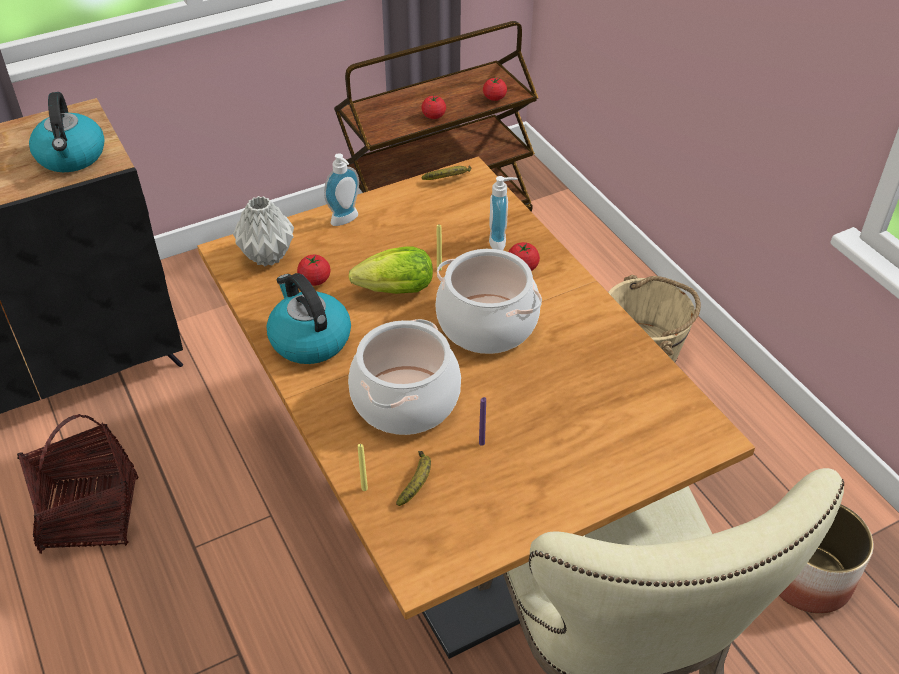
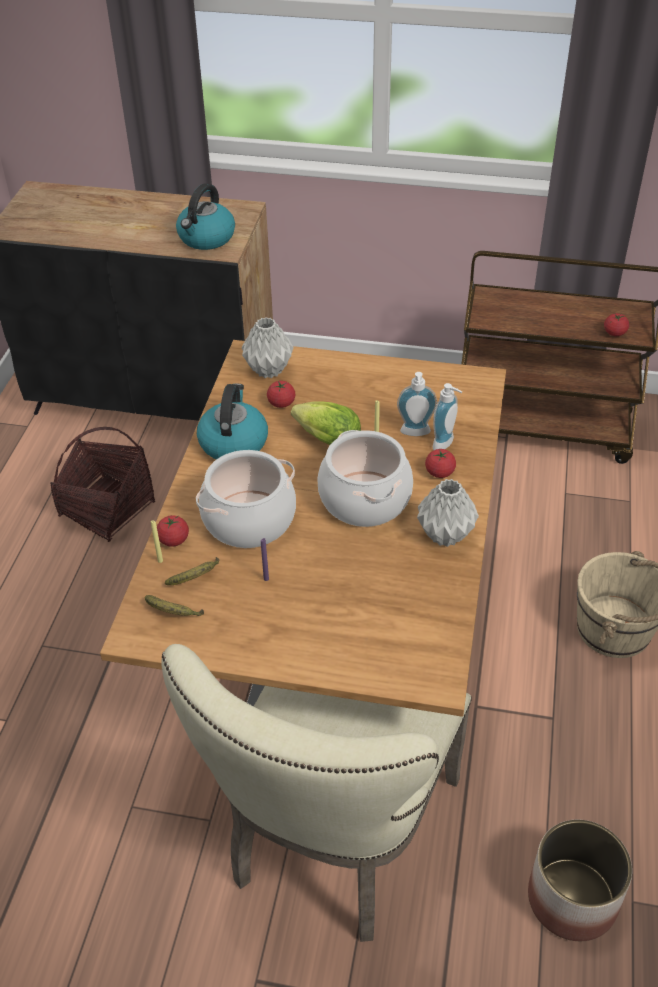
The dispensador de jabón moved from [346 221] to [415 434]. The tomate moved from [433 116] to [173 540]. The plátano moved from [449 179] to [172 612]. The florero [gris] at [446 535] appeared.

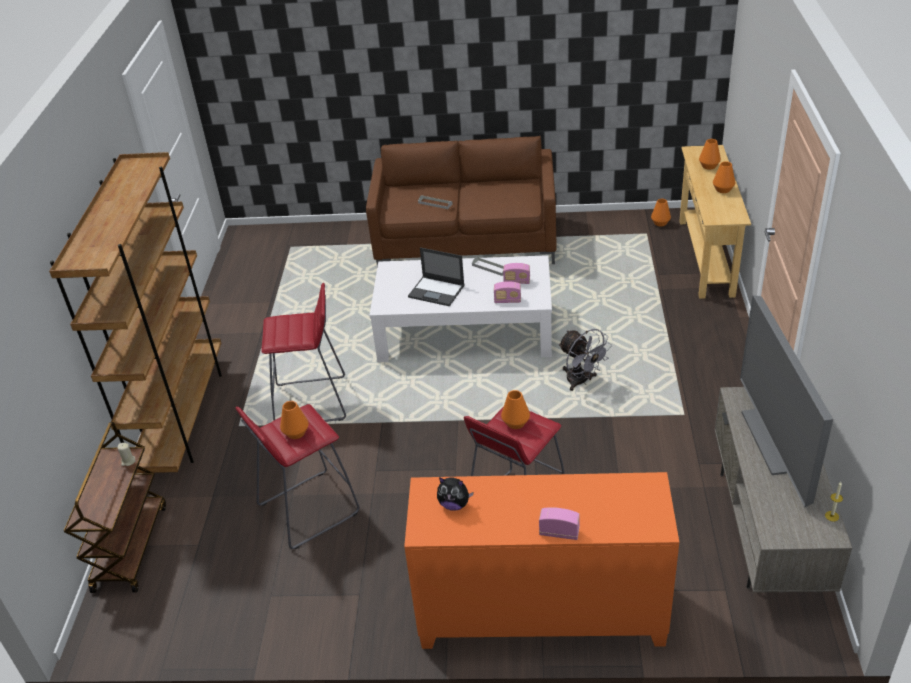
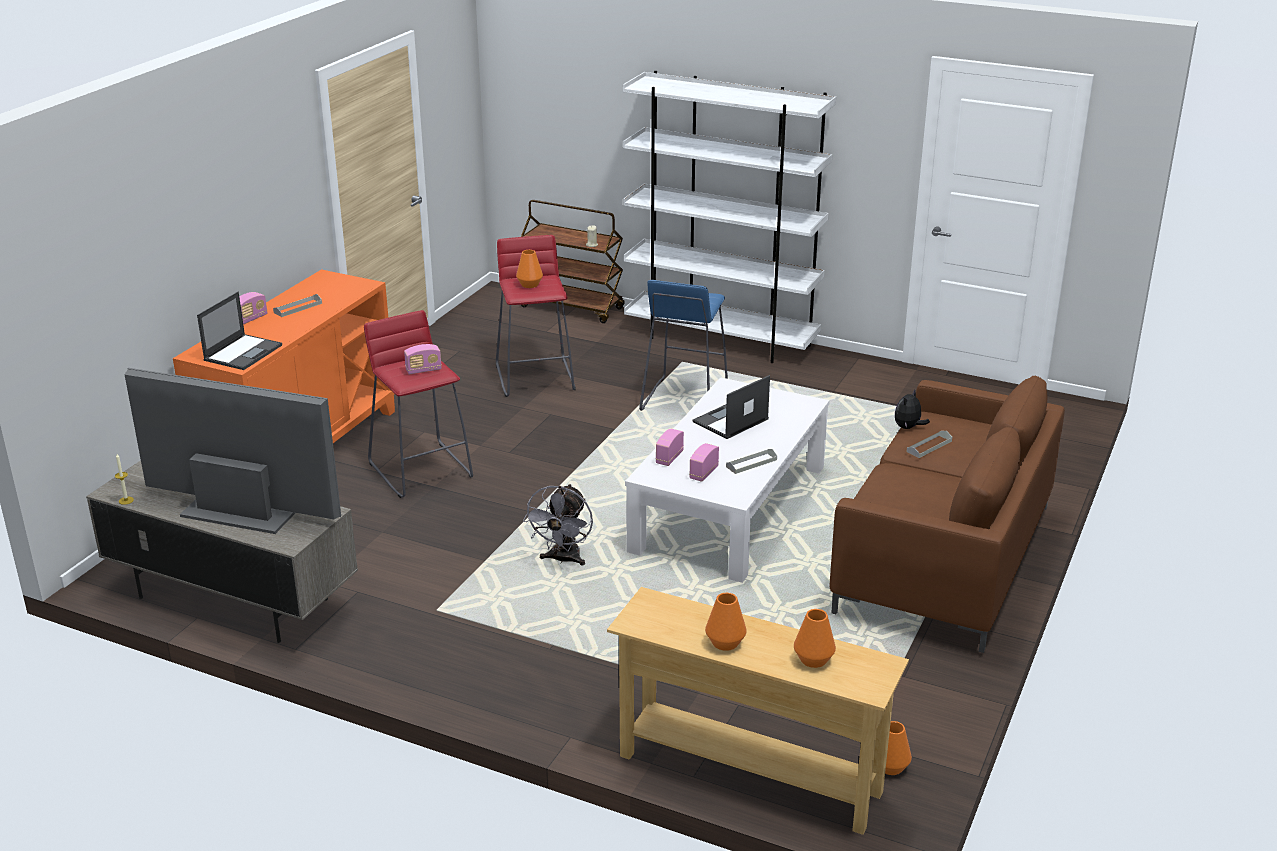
The estantería [marrón] at [182 417] became the estantería [blanco] at [721 340]. The taburete [rojo] at [312 402] became the taburete [azul] at [684 400]. The peluche moved from [454 504] to [908 428]. The florero [naranja] at [515 423] was replaced by the radio at [423 370]. The ventilador [gris] at [581 382] turned 60 degrees counterclockwise. The portátil at [243 352] appeared. The bandeja [gris] at [298 308] appeared.

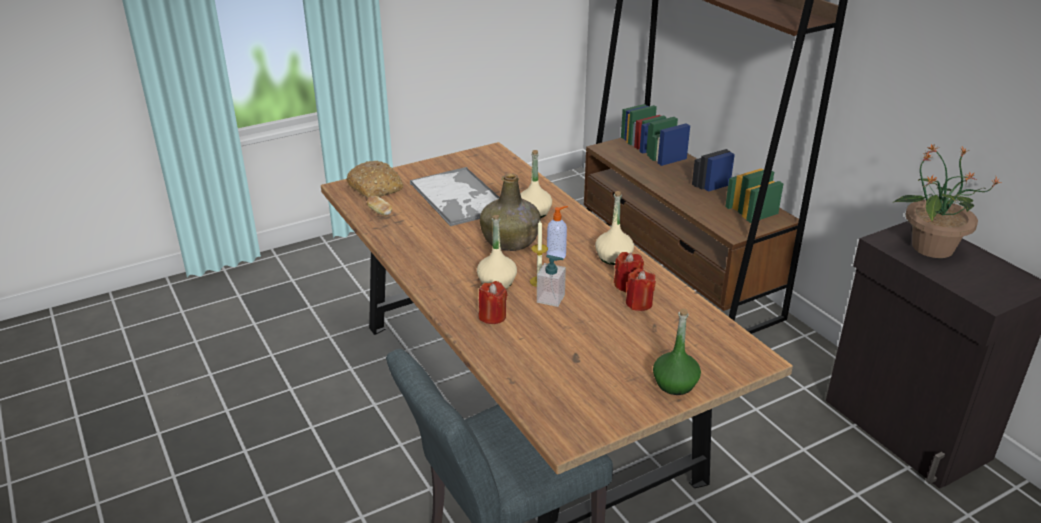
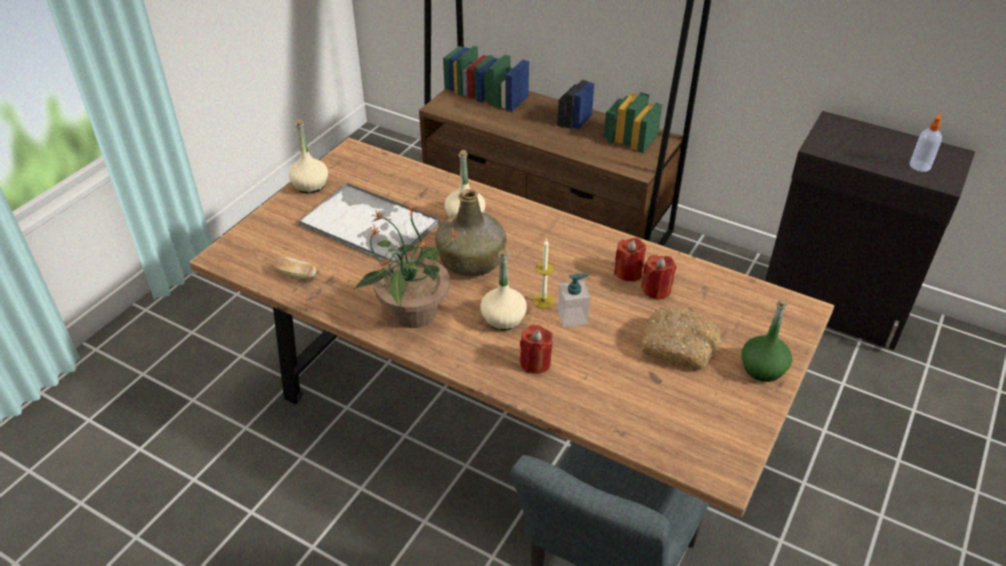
The pan moved from [376 188] to [679 345]. The dispensador de jabón moved from [557 255] to [920 165]. The botella [beis] moved from [614 257] to [310 185]. The planta en maceta moved from [931 247] to [413 313].

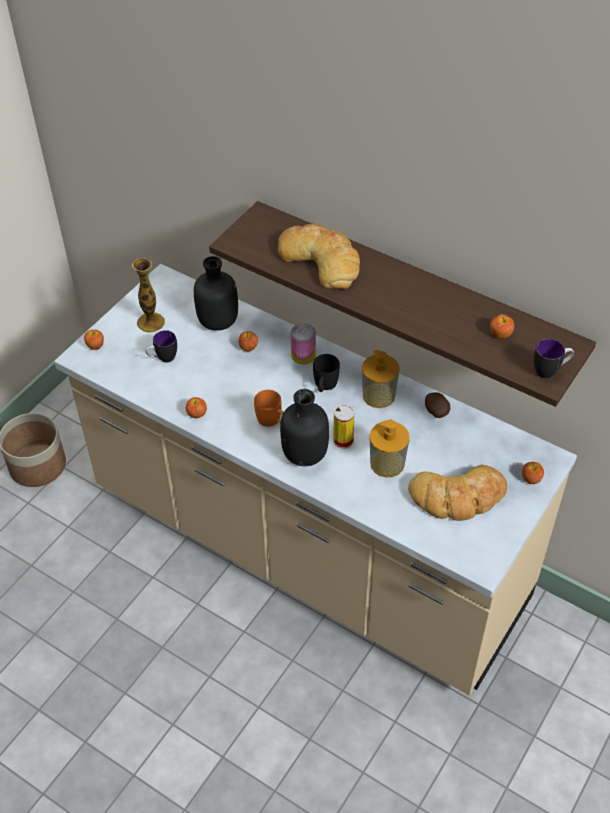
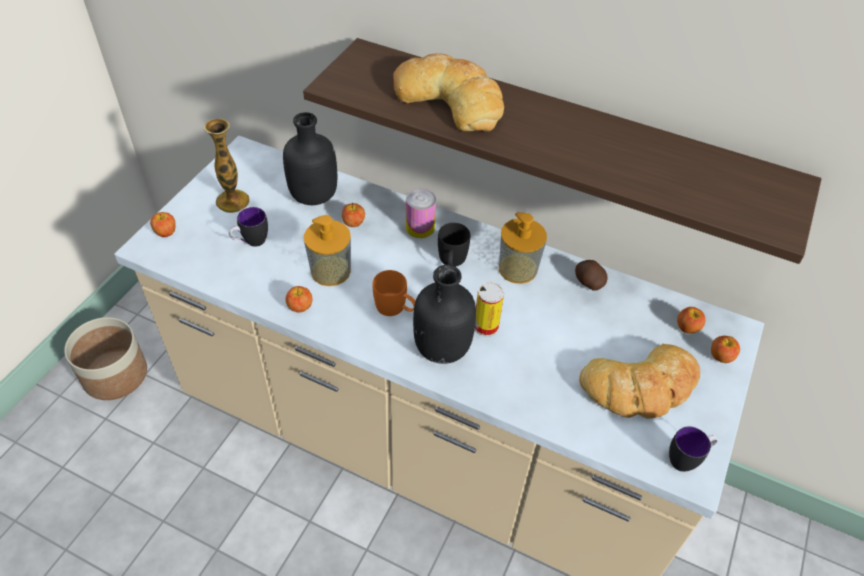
The dispensador de jabón moved from [387 463] to [330 271]. The manzana moved from [500 334] to [687 327]. The taza grande moved from [550 371] to [687 459].

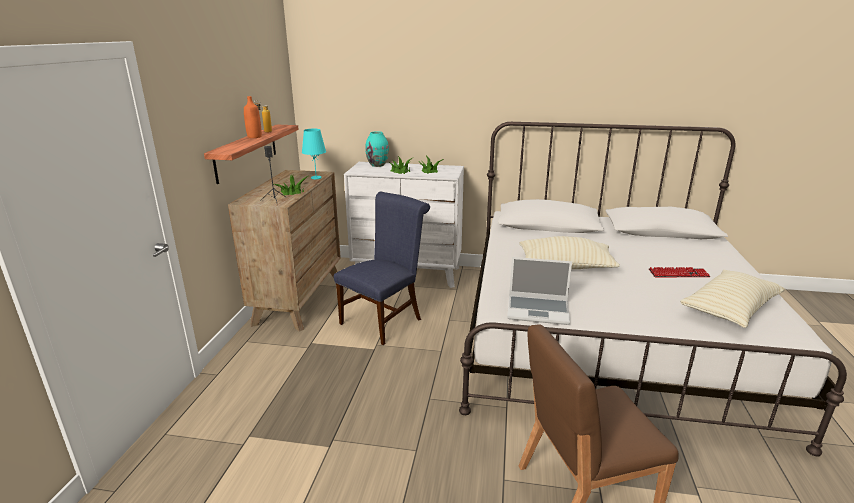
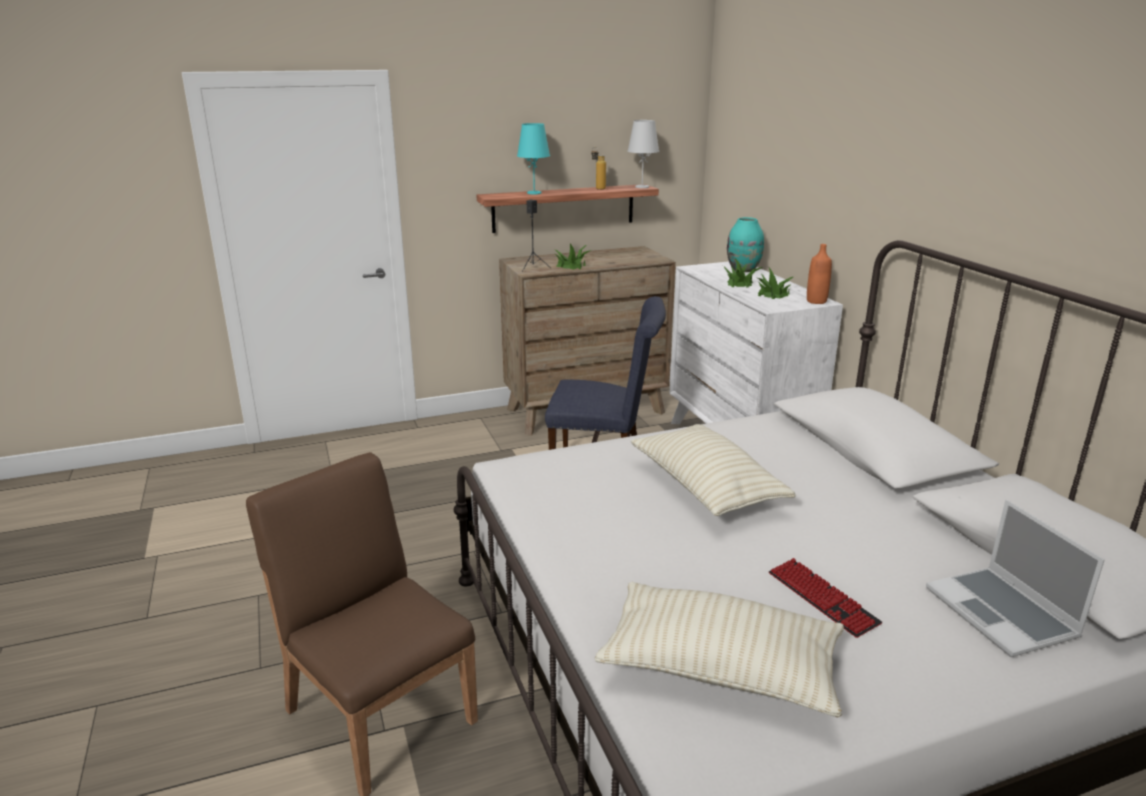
The botella [naranja] moved from [254 137] to [816 301]. The lámpara de mesa [turquesa] moved from [316 178] to [534 193]. The portátil moved from [538 310] to [1003 614]. The lámpara de mesa [blanco] at [641 187] appeared.

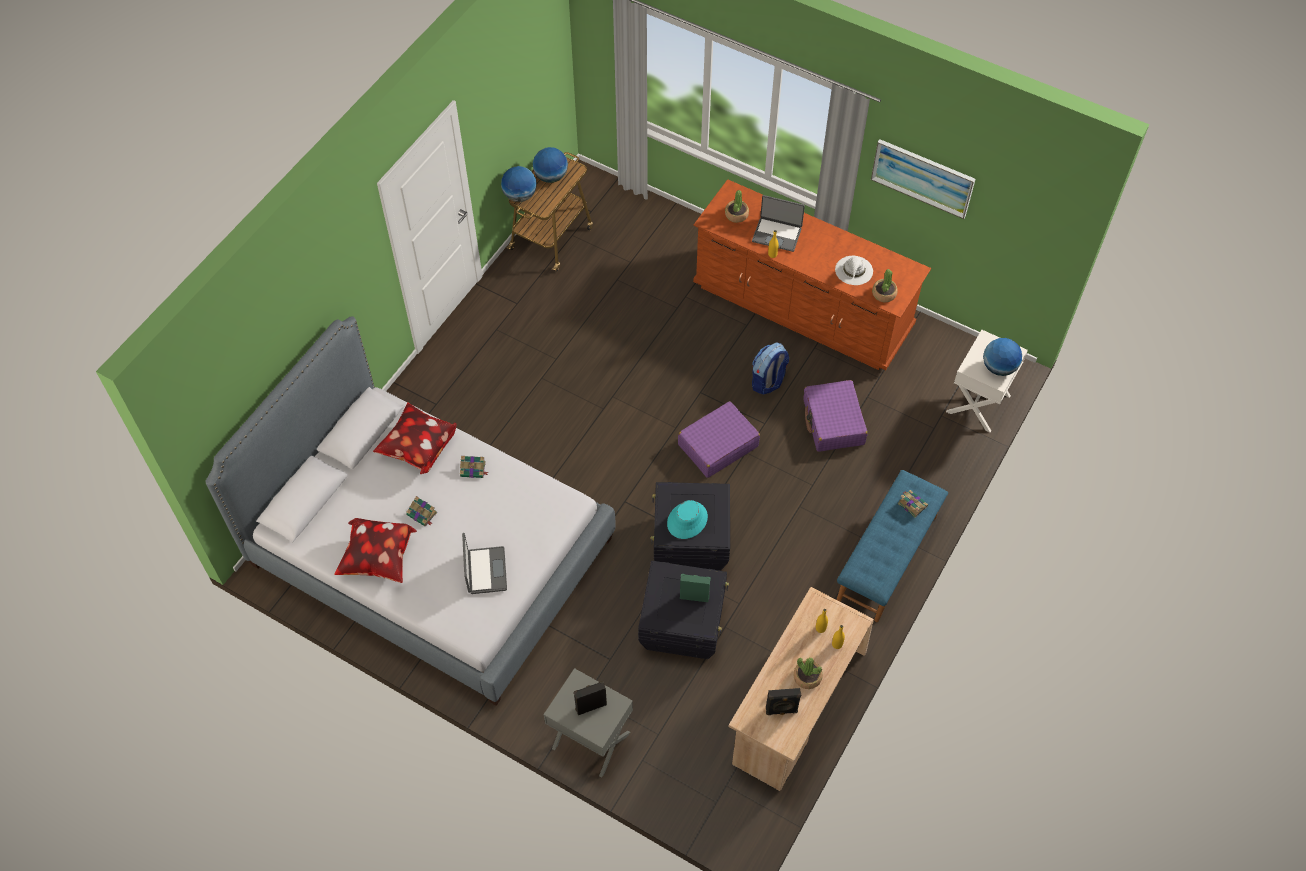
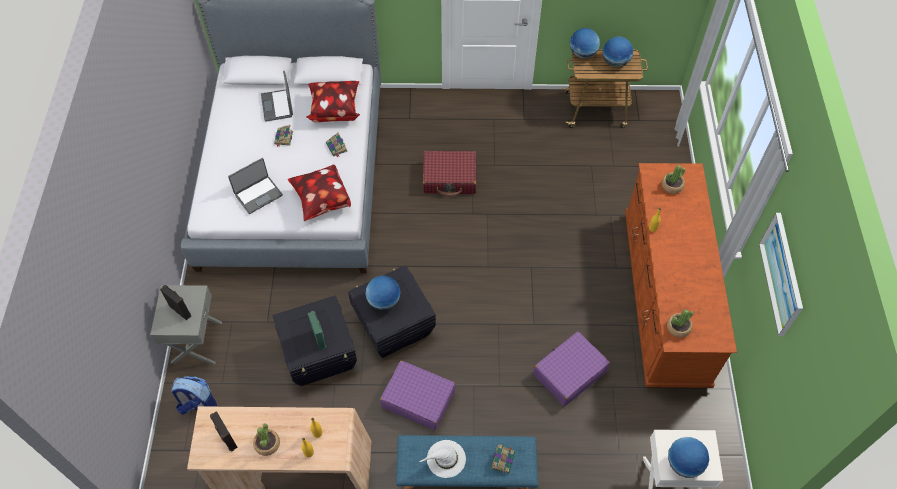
The cojín moved from [379 561] to [321 202]. The sombrero [turquesa] at [687 520] was replaced by the globo terráqueo at [384 301]. The maleta [morado] moved from [717 445] to [418 399]. The portátil moved from [777 234] to [278 106]. The mochila moved from [768 381] to [198 405]. The sombrero [blanco] moved from [854 271] to [445 459]. The maleta [rojo] at [449 178] appeared.

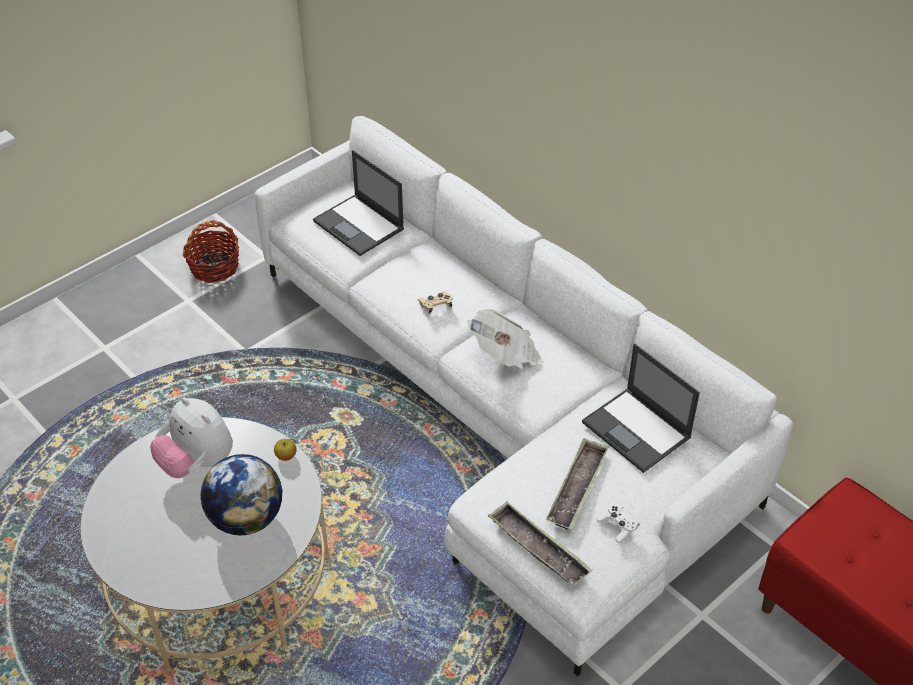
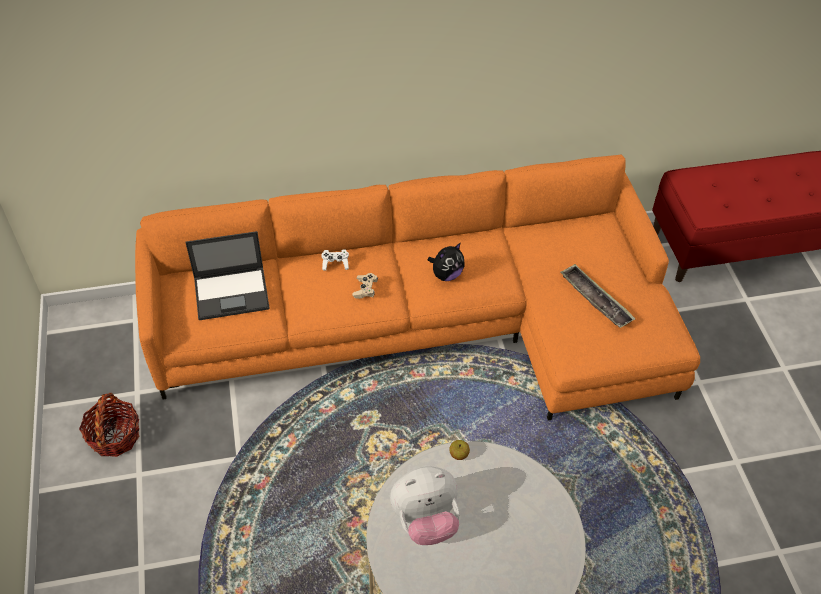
The globo terráqueo at [246 519] disappeared. The sofá [blanco] at [502 412] became the sofá [naranja] at [431 323]. The periódico at [505 354] was replaced by the peluche at [446 274]. The bandeja at [538 548] disappeared. The portátil at [637 431] disappeared. The mando de consola [blanco] moved from [617 527] to [335 263].

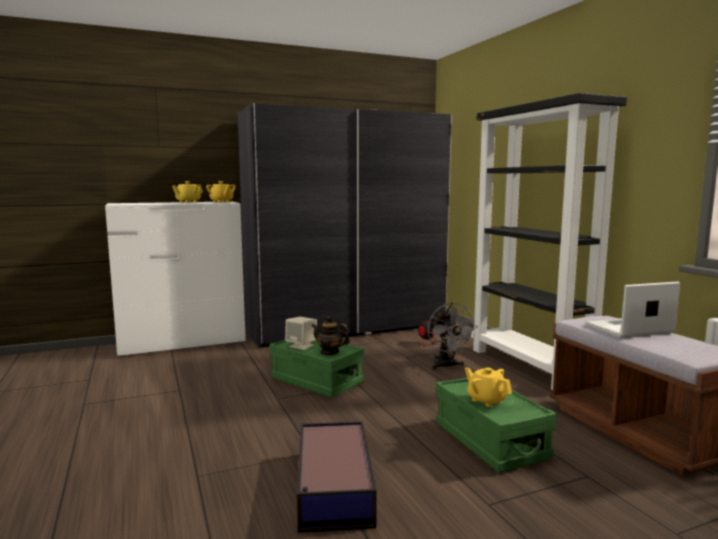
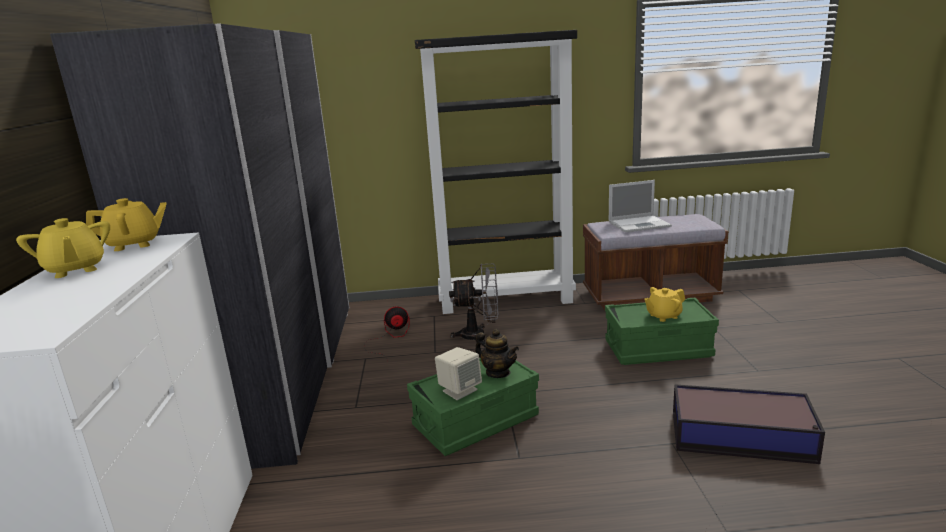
The tetera at [330 352] turned 90 degrees counterclockwise. The portátil at [628 329] turned 105 degrees counterclockwise.

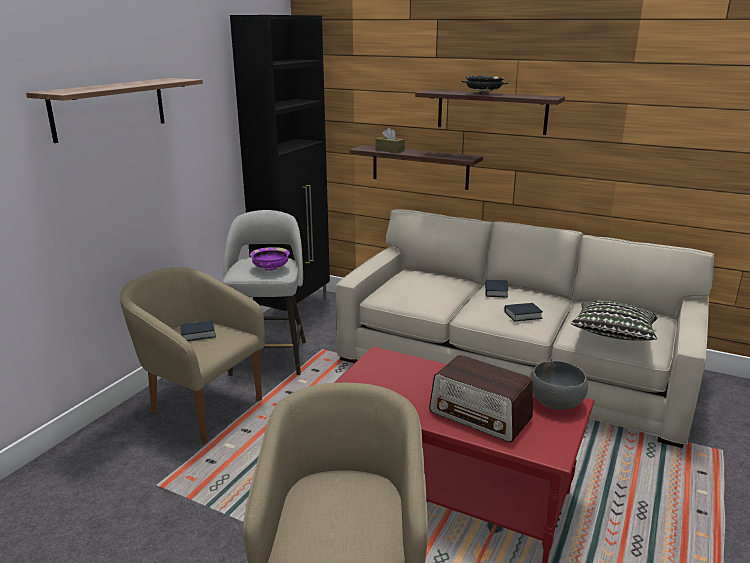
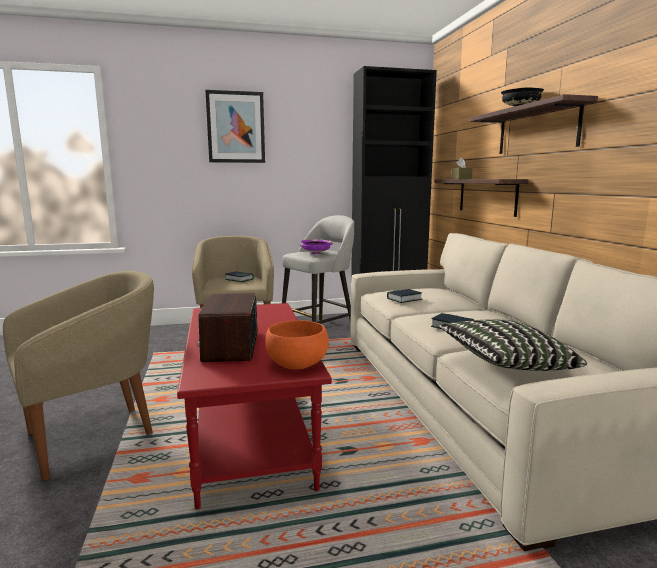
The estante at [109 108] was replaced by the cuadro at [236 127]. The libro moved from [496 292] to [404 299]. The cuenco [gris] at [556 402] became the cuenco [naranja] at [297 364].

